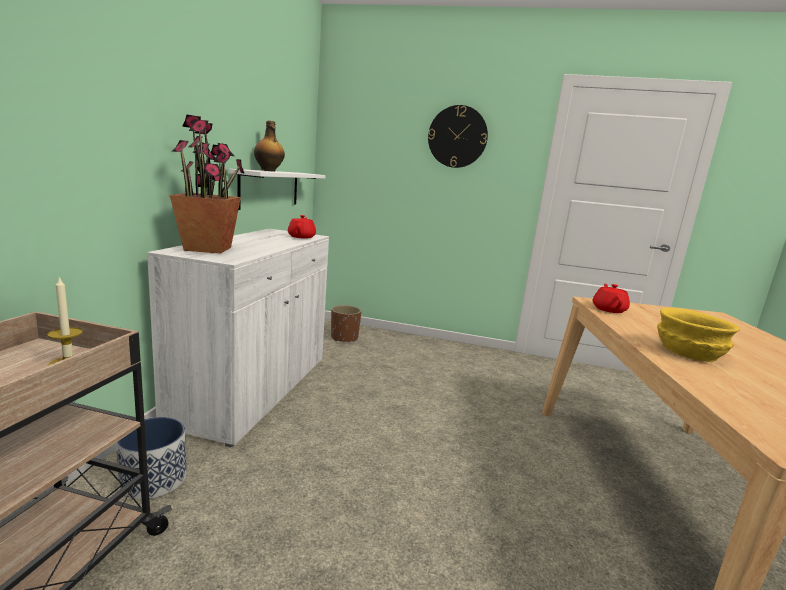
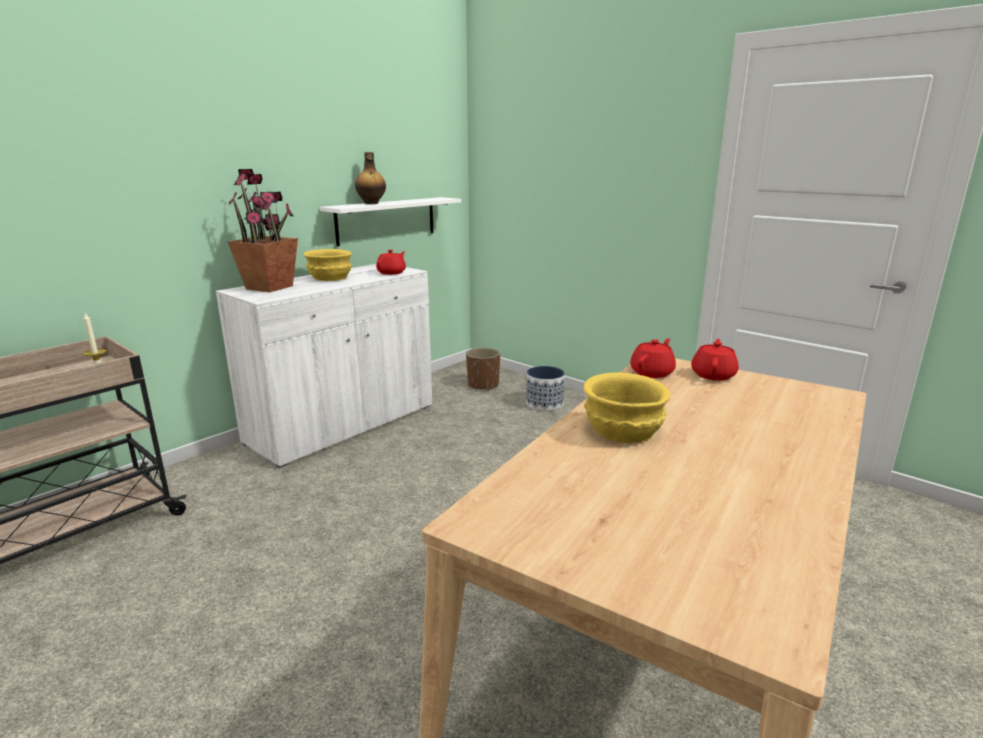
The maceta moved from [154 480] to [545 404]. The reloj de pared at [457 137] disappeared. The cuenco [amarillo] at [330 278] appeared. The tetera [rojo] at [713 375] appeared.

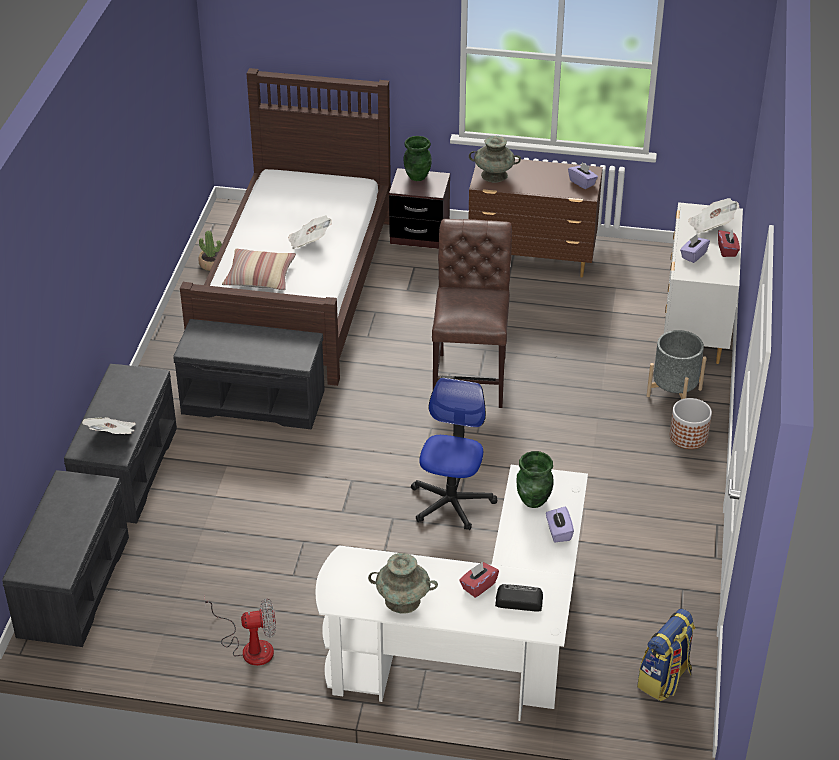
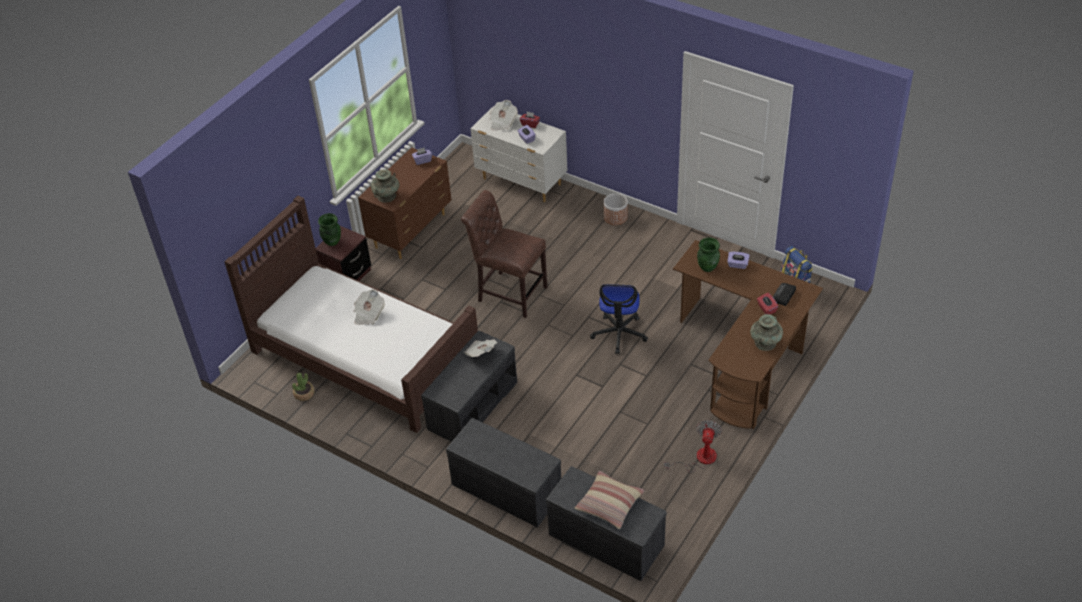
The periódico moved from [112 435] to [481 353]. The cojín moved from [260 276] to [609 504]. The escritorio [blanco] at [474 652] became the escritorio [marrón] at [745 358]. The silla de oficina at [451 502] turned 120 degrees counterclockwise. The maceta [gris] at [674 392] disappeared.

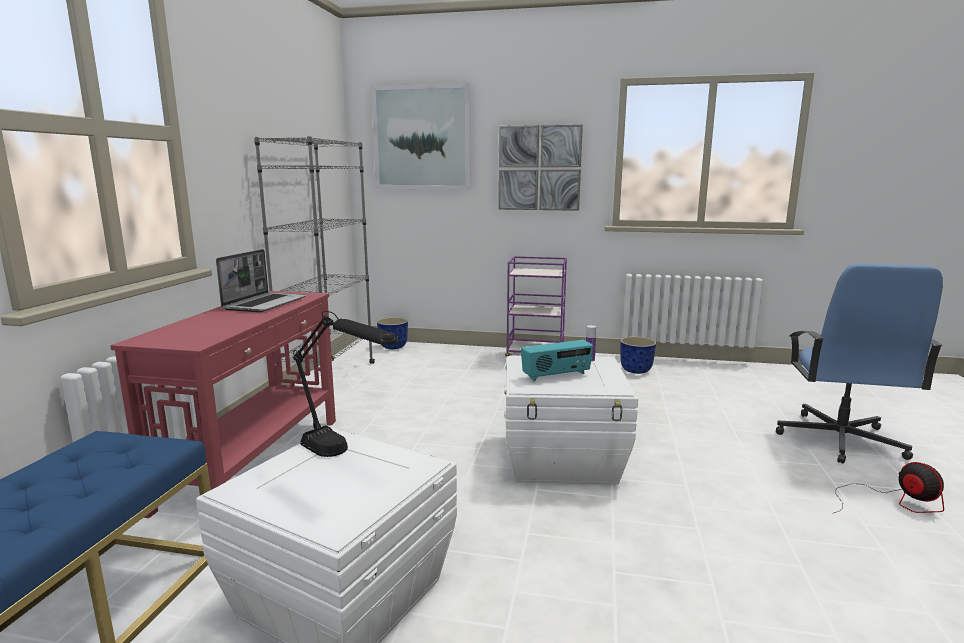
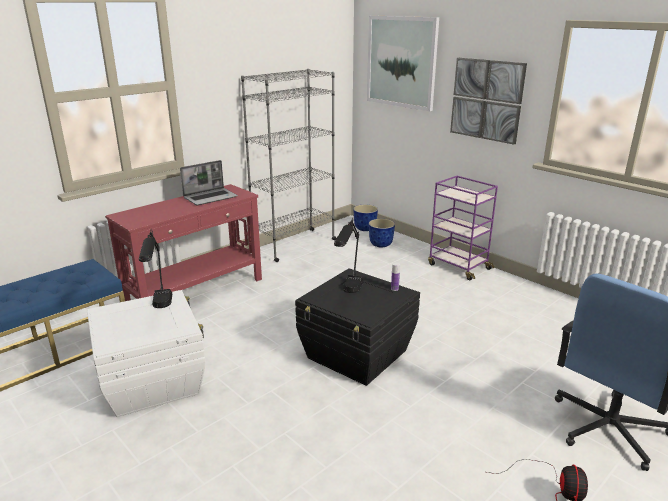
The caja de almacenaje [blanco] at [563 459] became the caja de almacenaje [negro] at [357 355]. The radio at [556 375] was replaced by the lámpara de mesa [negro] at [348 295]. The maceta moved from [636 370] to [381 244].

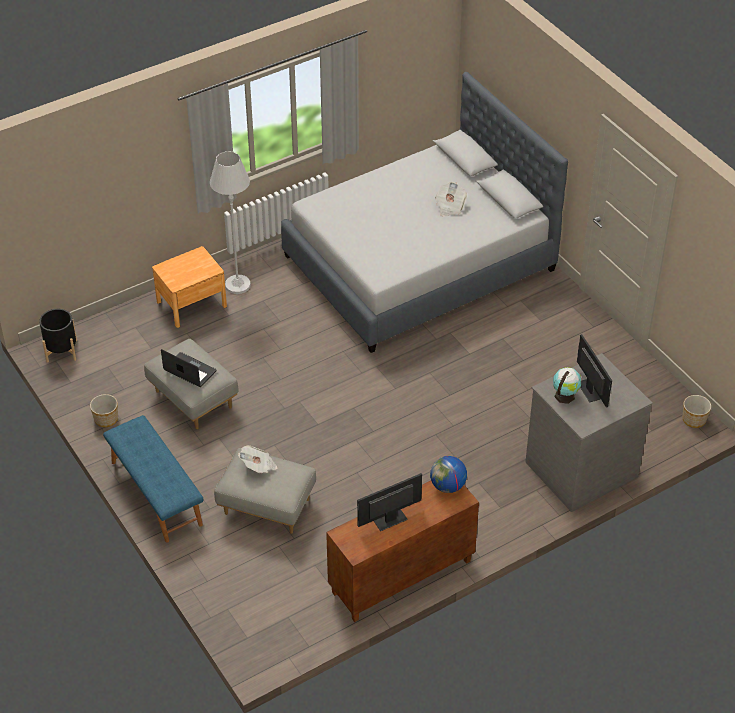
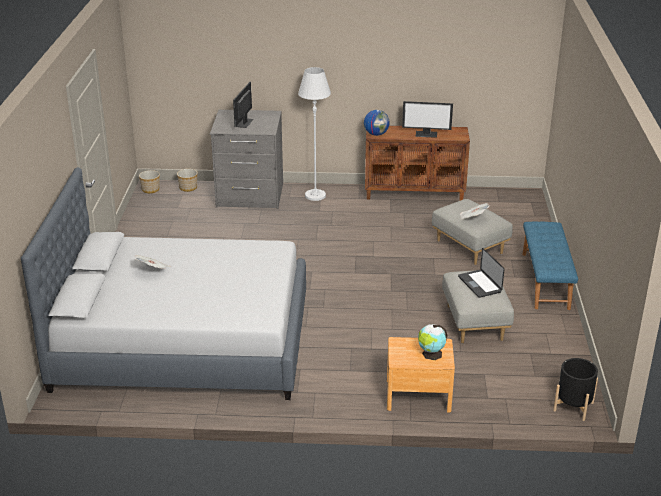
The maceta moved from [105 419] to [188 188]. The lámpara de pie [blanco] moved from [237 285] to [315 195]. The globo terráqueo moved from [565 395] to [431 354].

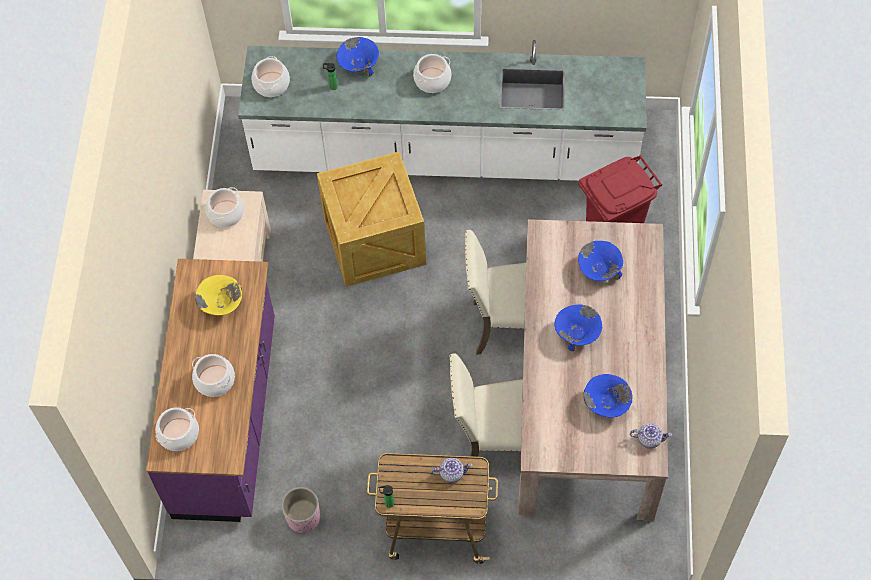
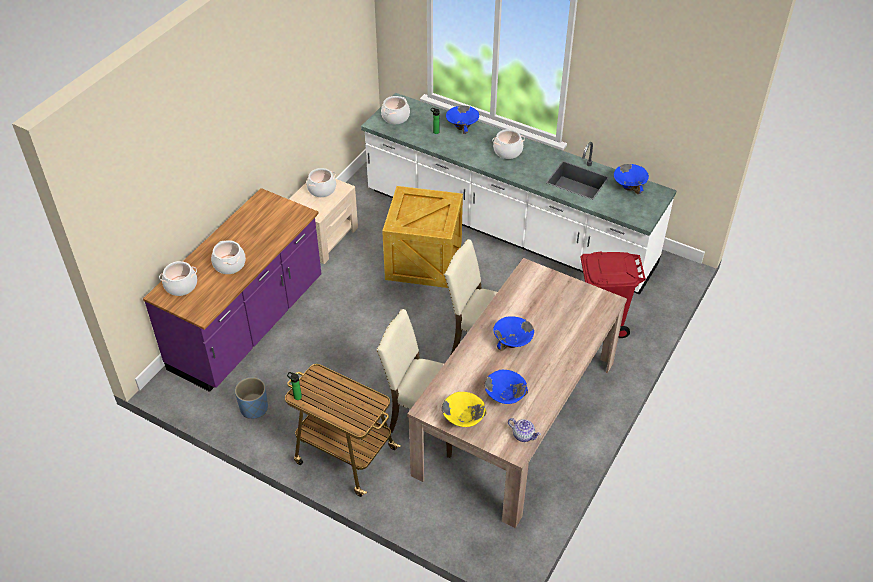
The cuenco [amarillo] moved from [221 303] to [463 419]. The maceta [rosa] at [303 517] became the maceta [azul] at [254 408]. The tetera at [452 473] disappeared. The cuenco [azul] moved from [599 269] to [629 186].

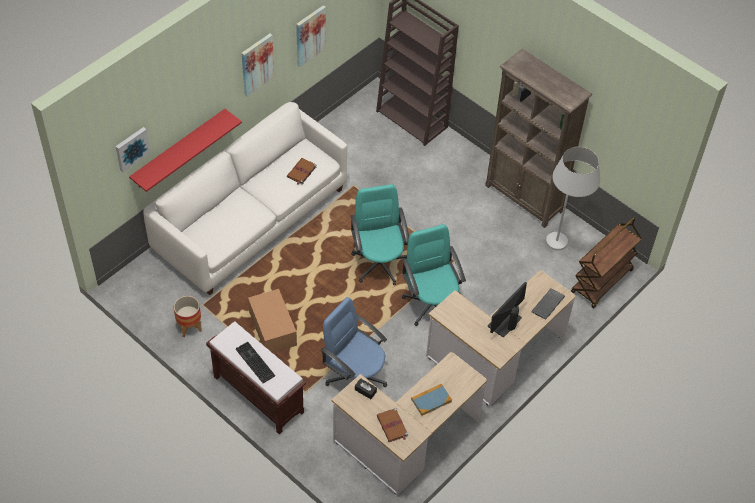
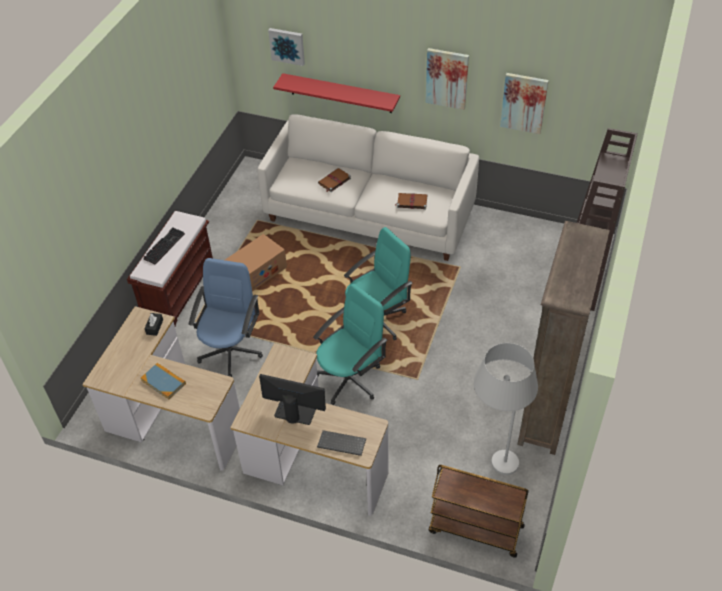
The maceta at [189 327] disappeared. The libro [marrón] moved from [392 426] to [334 181].

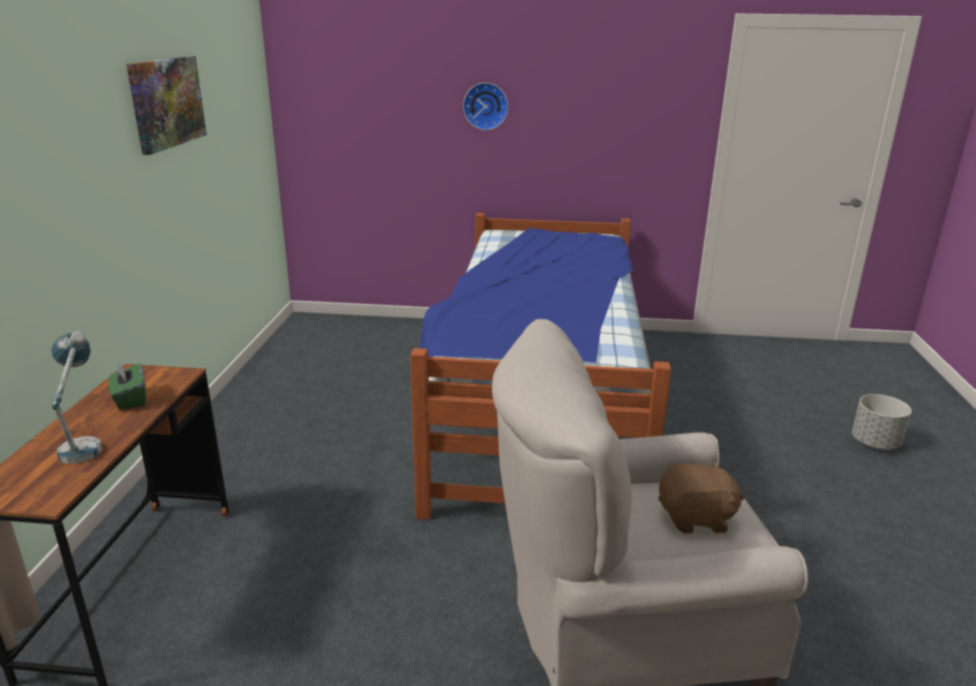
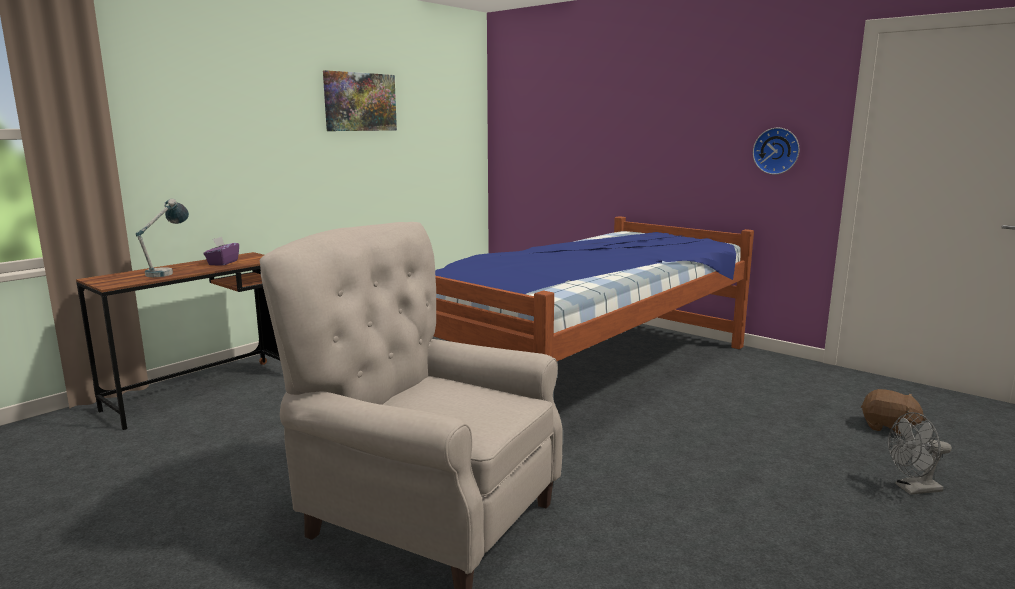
The caja de pañuelos [verde] at [130 399] became the caja de pañuelos [morado] at [223 263]. The reloj de pared moved from [486 106] to [777 151]. The peluche [marrón] moved from [696 518] to [888 427]. The maceta [gris] at [875 443] was replaced by the ventilador [gris] at [913 489].

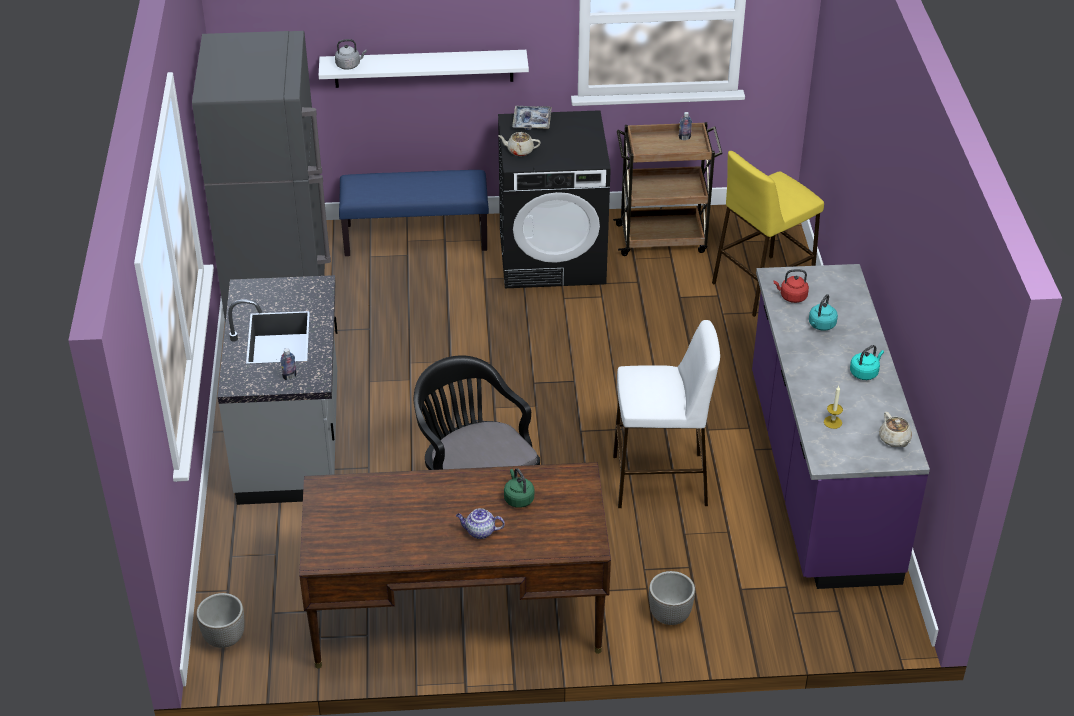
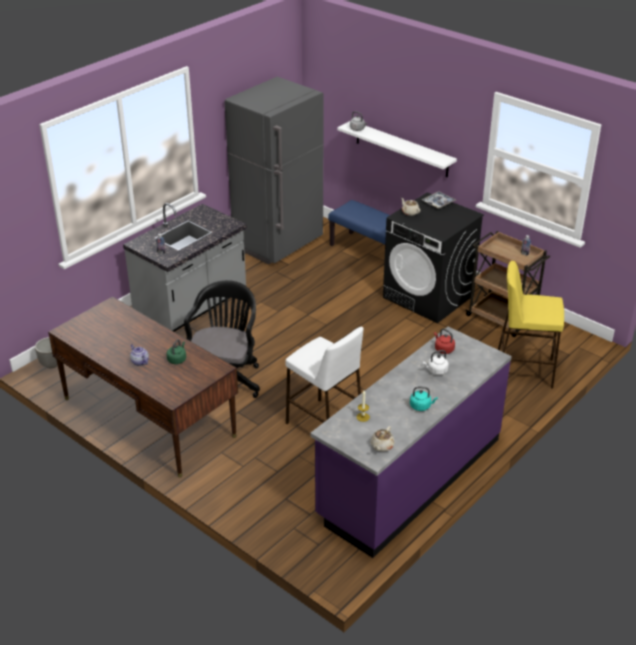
The maceta at [669 616] disappeared. The hervidor [turquesa] at [821 325] became the hervidor [blanco] at [436 371].

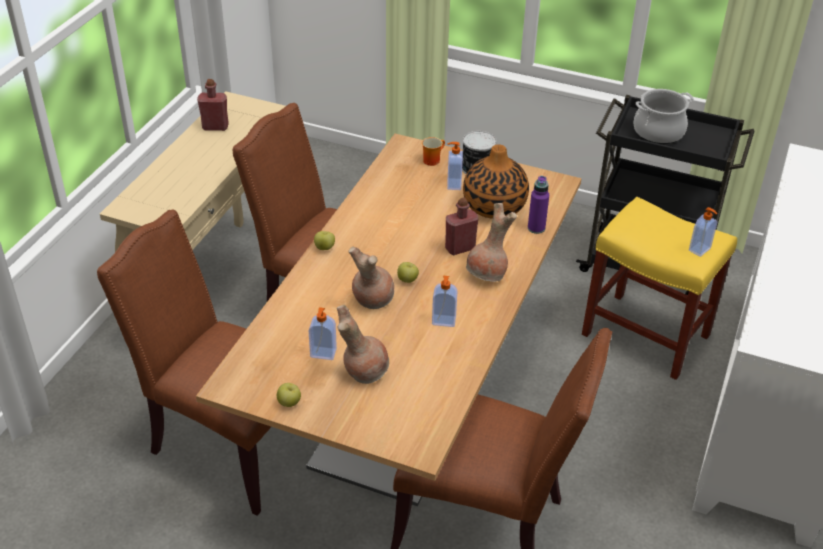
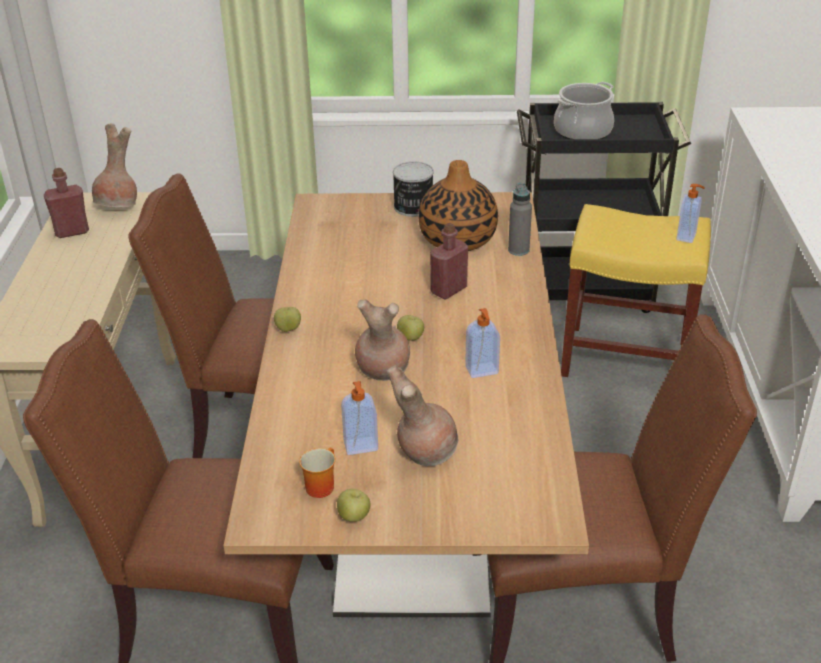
The taza grande moved from [432 159] to [319 485]. The dispensador de jabón at [453 184] disappeared. The florero [marrón] moved from [488 275] to [119 206]. The botella [morado] at [536 228] became the botella [gris] at [518 250].

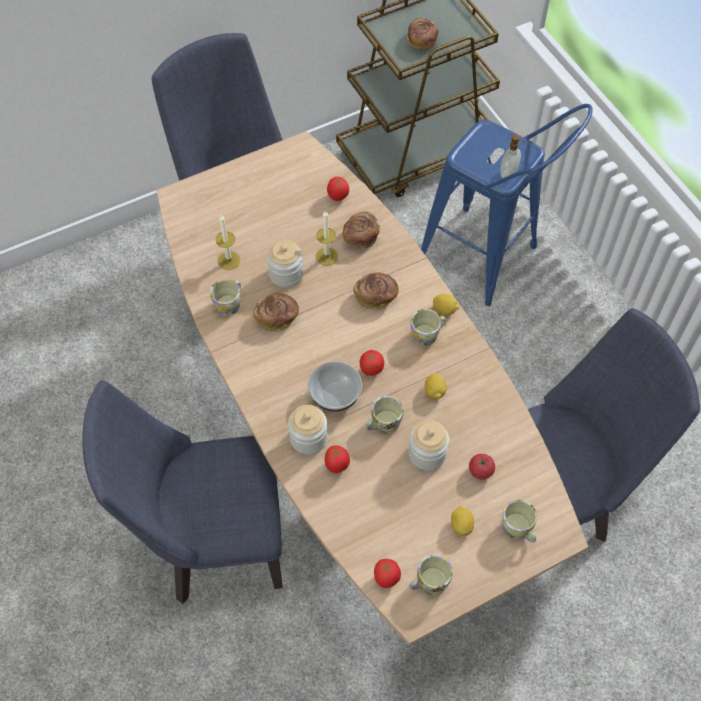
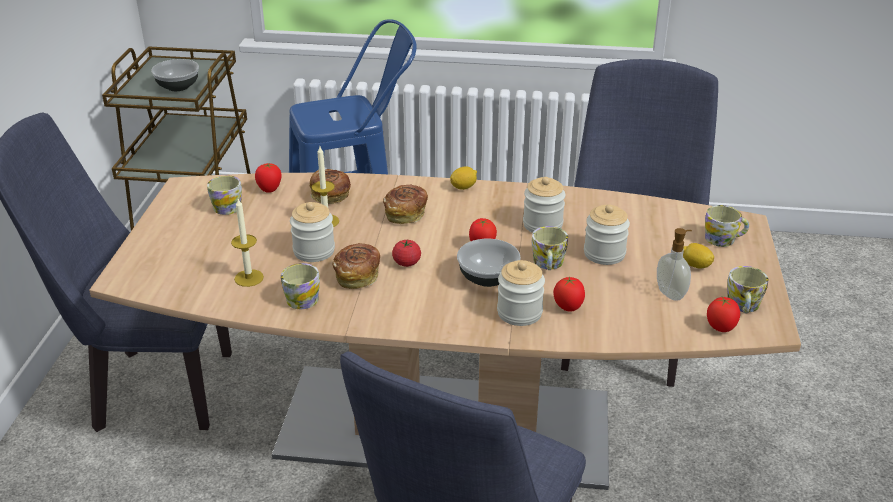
The pan at [421 42] was replaced by the cuenco at [178 87]. The taza grande moved from [428 334] to [229 206]. The limón at [434 391] was replaced by the tarro at [542 224]. The tomate moved from [480 471] to [406 263]. The dispensador de jabón moved from [509 174] to [671 293].

